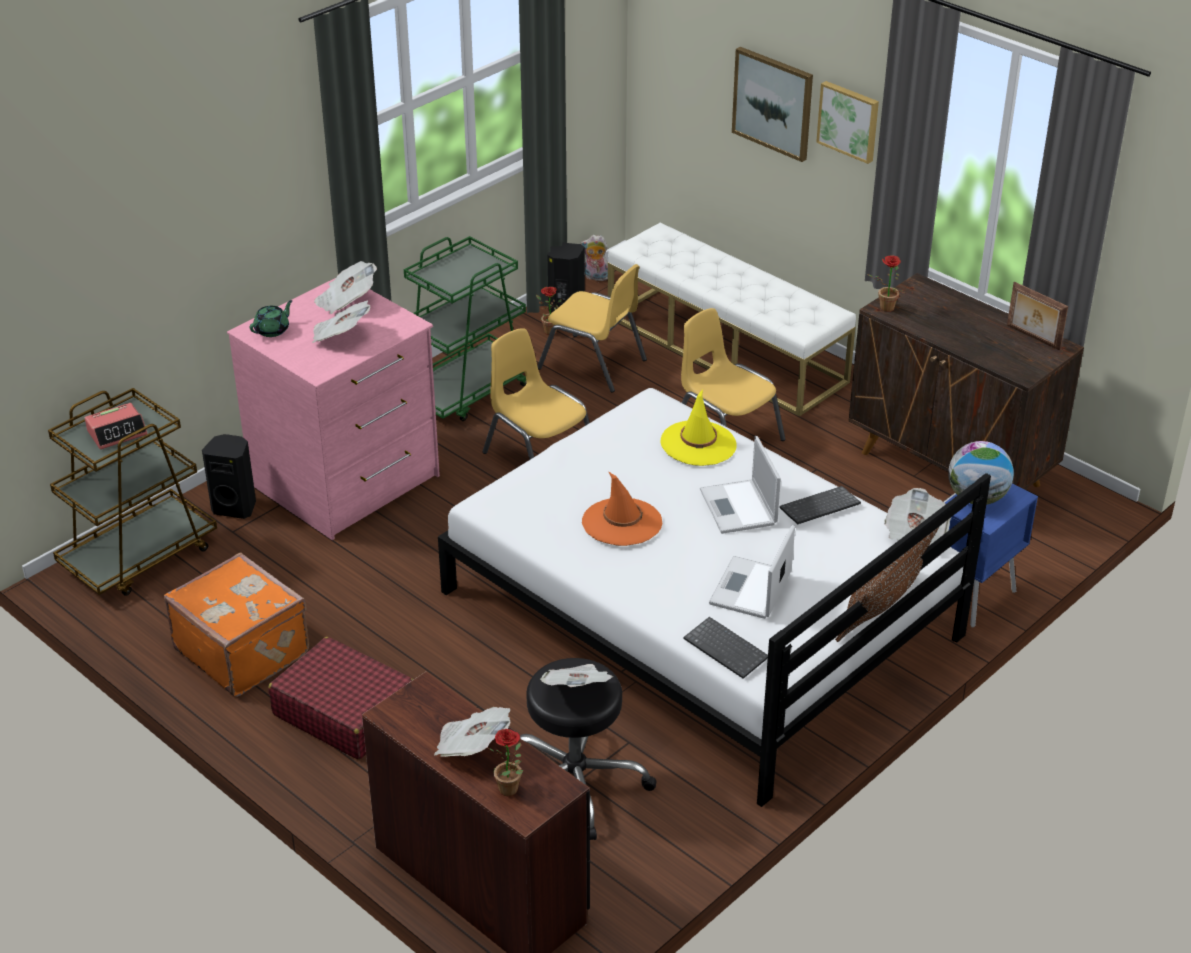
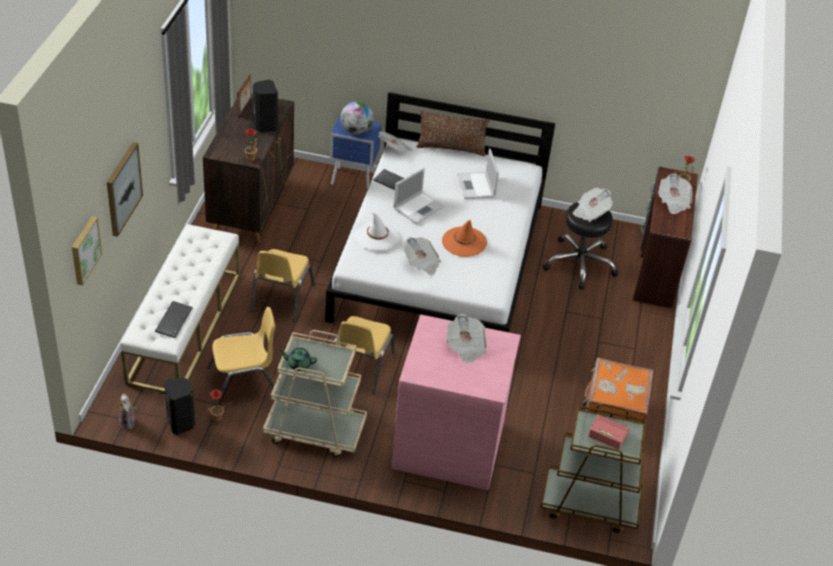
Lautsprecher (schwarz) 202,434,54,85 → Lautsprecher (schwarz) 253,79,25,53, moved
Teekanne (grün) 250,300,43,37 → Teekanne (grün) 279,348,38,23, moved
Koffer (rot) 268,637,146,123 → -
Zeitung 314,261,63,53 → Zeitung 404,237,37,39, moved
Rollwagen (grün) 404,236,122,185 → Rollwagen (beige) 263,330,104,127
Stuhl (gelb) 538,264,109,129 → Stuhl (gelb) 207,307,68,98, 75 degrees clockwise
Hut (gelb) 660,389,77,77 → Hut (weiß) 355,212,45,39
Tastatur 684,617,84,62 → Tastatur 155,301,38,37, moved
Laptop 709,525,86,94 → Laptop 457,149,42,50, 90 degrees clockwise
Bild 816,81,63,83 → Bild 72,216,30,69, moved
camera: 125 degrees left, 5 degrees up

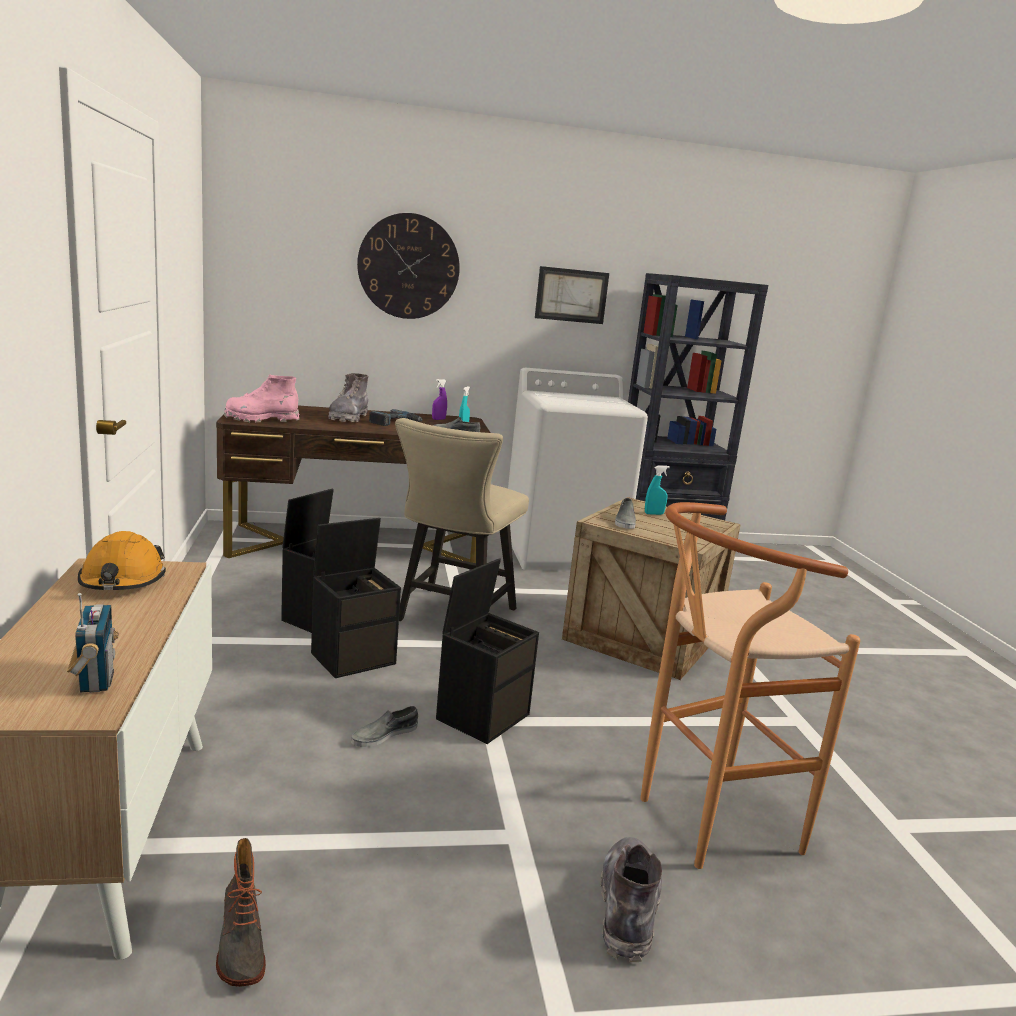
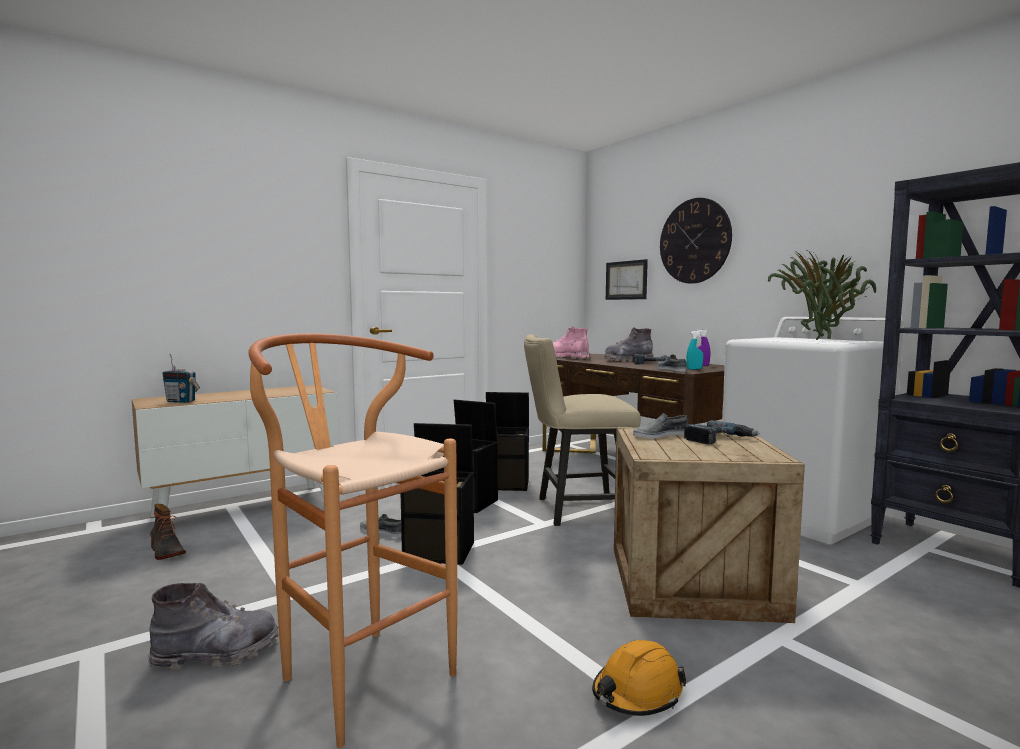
Radio 67,593,52,100 → Radio 162,354,38,49, 60 degrees clockwise
Schutzhelm (orange) 78,531,88,59 → Schutzhelm (orange) 592,640,94,76, moved
Stiefel 216,838,50,149 → Stiefel 150,504,36,56, 90 degrees counterclockwise
Bild 535,266,74,58 → Bild 606,259,42,41, moved
Sprühflasche (türkis) 645,465,25,50 → Bohrmaschine 684,420,75,24
- → Topfpflanze 768,249,108,91
camera: 65 degrees right, 10 degrees down

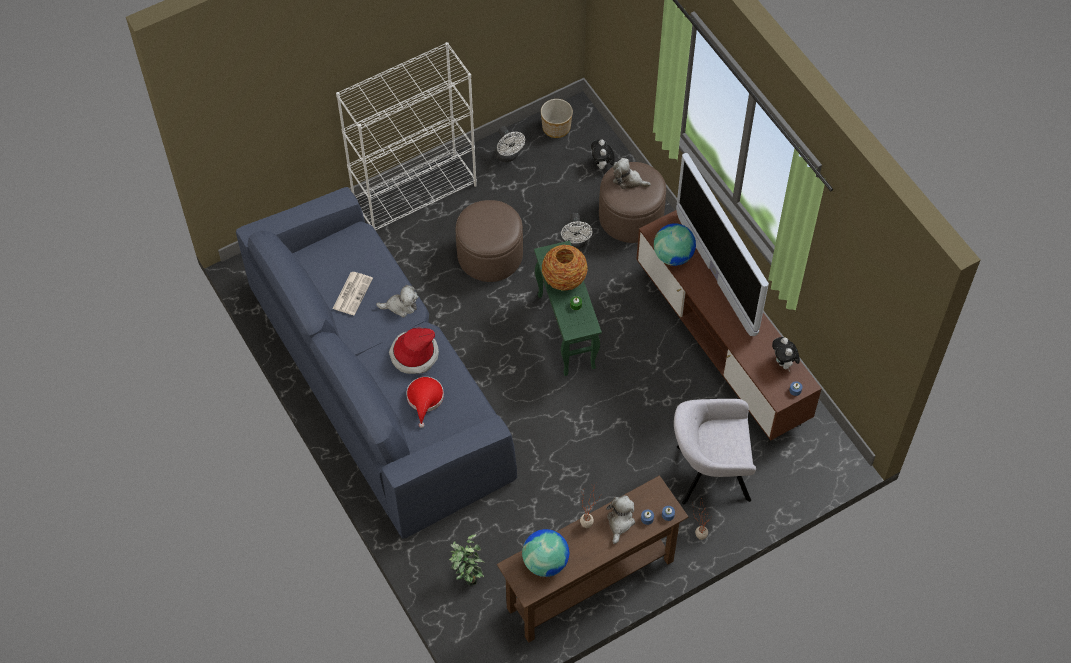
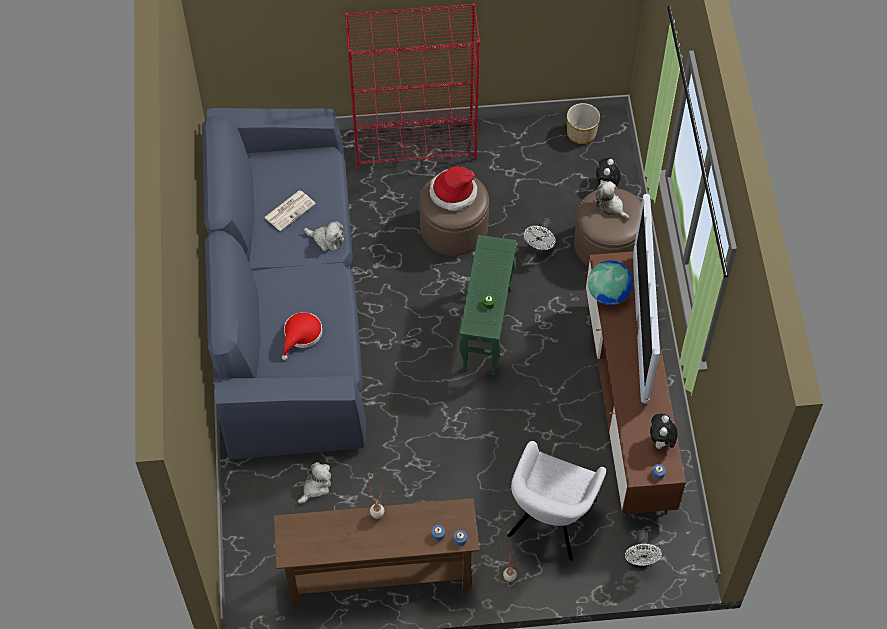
Bücherregal (weiß) 336,42,141,189 → Bücherregal (rot) 345,3,135,166
Hut 389,328,50,46 → Hut 429,166,48,45, moved
Topfpflanze 449,534,36,52 → -
Ventilator (weiß) 495,126,30,36 → Ventilator (weiß) 625,530,37,38, moved
Globus 522,529,47,48 → -
Vase 542,245,46,46 → -
Plüschtier 606,495,29,49 → Plüschtier 298,462,33,42, moved
Sessel (grau) 674,399,82,106 → Sessel (grau) 507,441,99,120, 90 degrees counterclockwise
camera: 25 degrees right, 0 degrees up

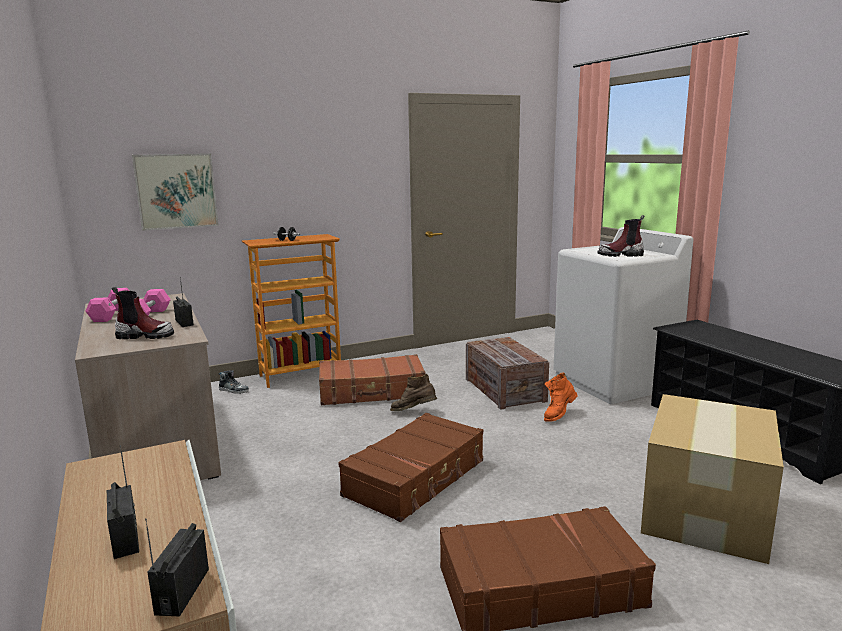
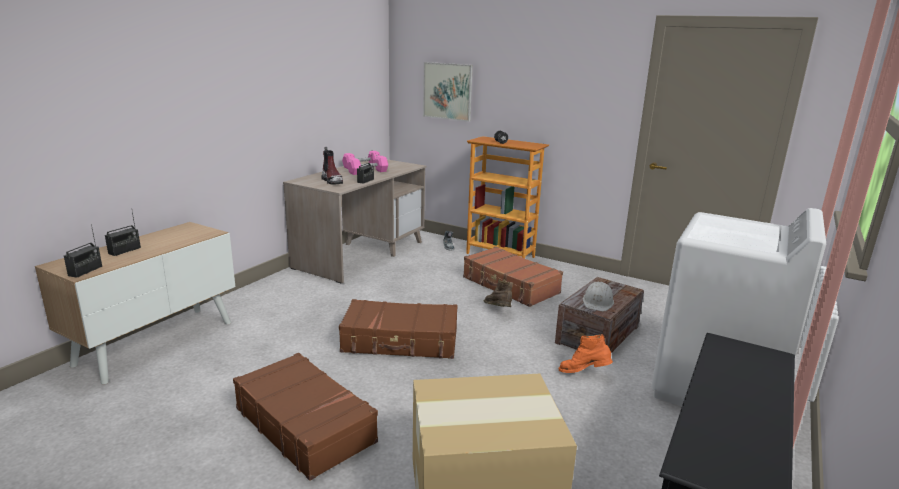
Radio 145,518,64,98 → Radio 64,224,38,54, 135 degrees clockwise
Stiefel 598,215,46,42 → -
- → Schutzhelm (weiß) 583,282,31,29
camera: 55 degrees right, 5 degrees up

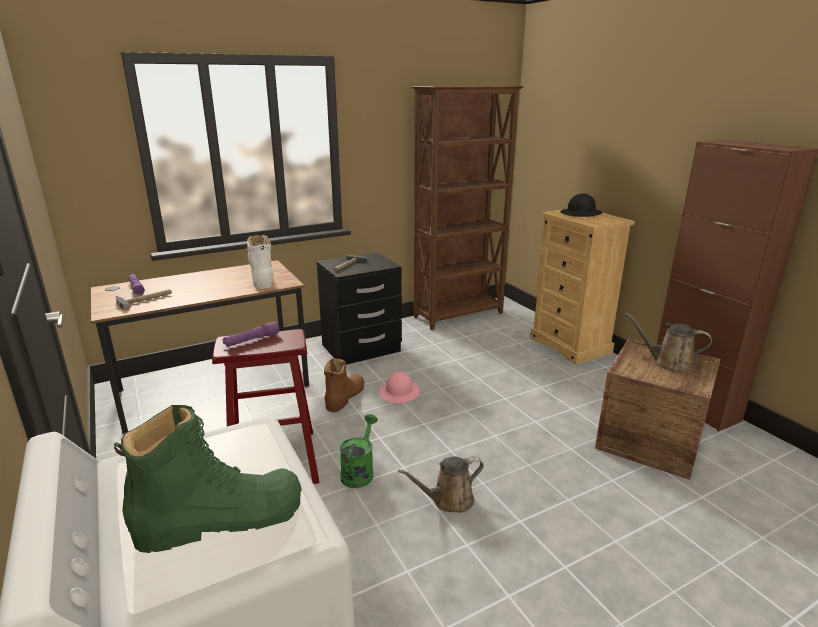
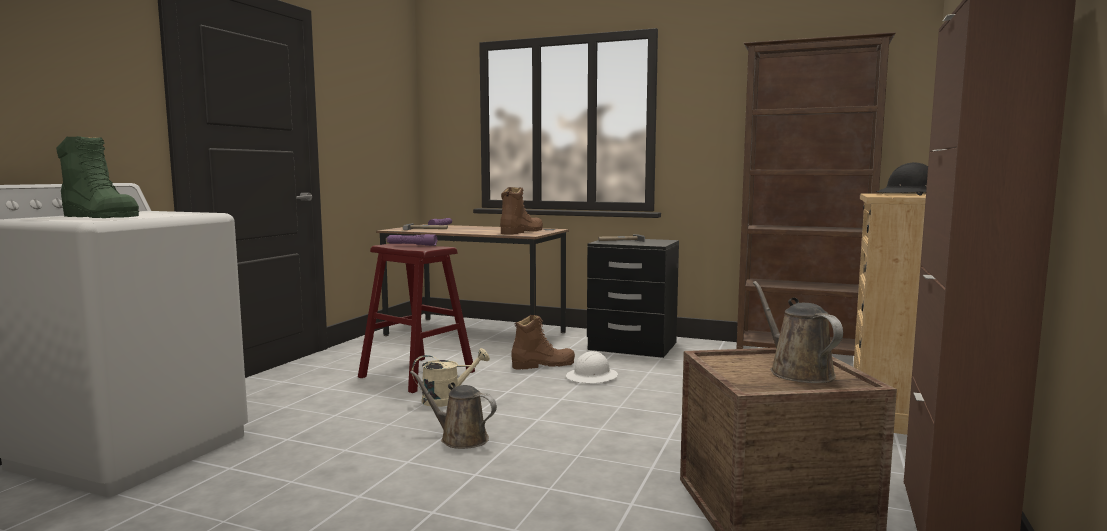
Stiefel (weiß) 247,235,26,54 → Stiefel (braun) 500,187,43,48
Gießkanne (grün) 340,414,38,74 → Gießkanne (beige) 412,348,78,59
Schutzhelm (rosa) 379,371,41,32 → Schutzhelm (weiß) 566,351,52,32
camera: 50 degrees right, 15 degrees down

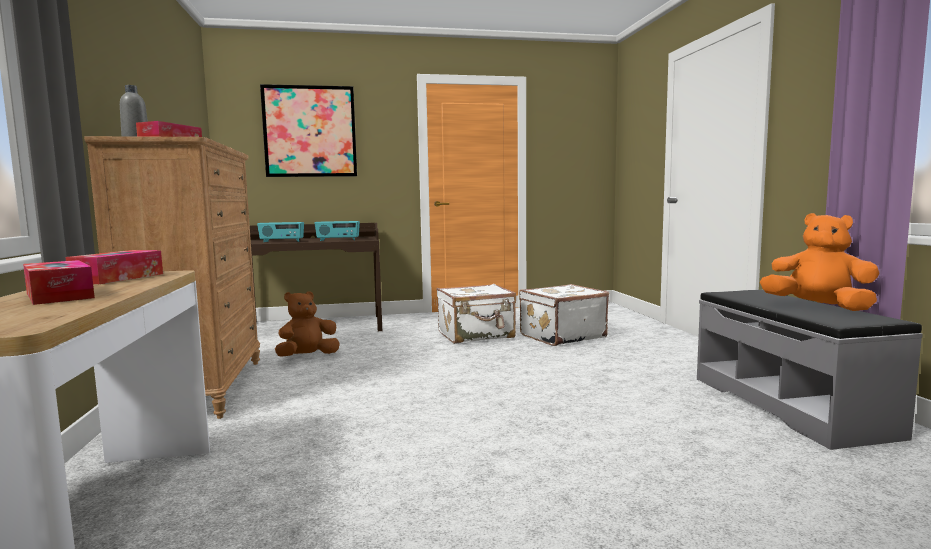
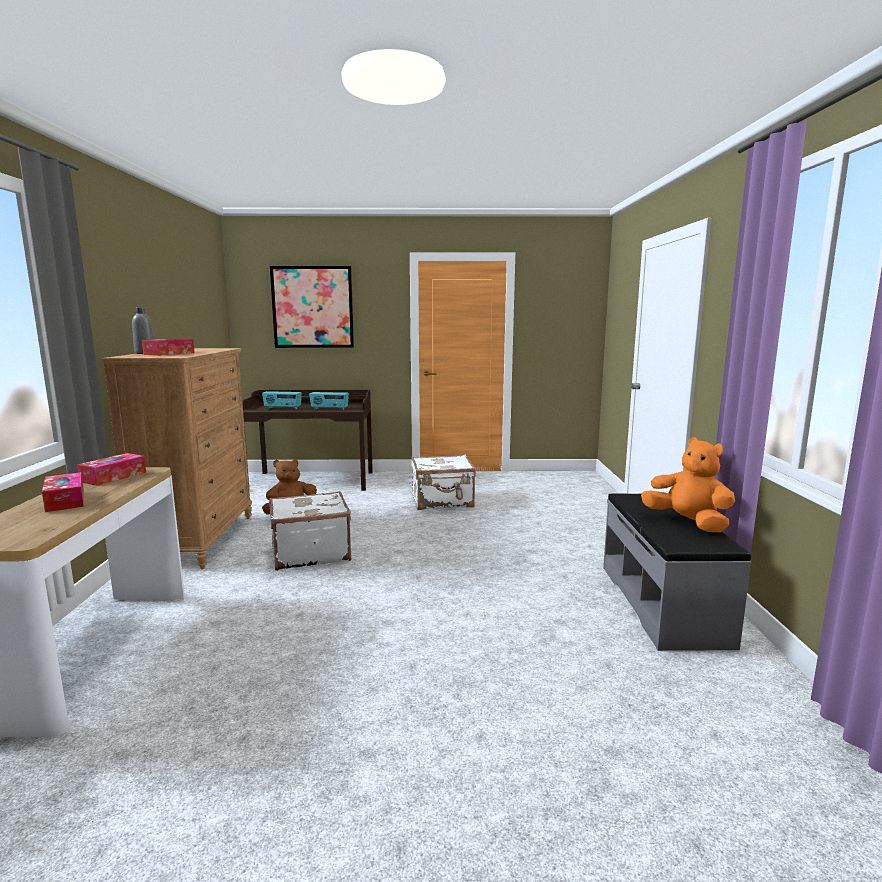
Koffer (weiß) 519,284,90,62 → Koffer (weiß) 269,491,82,80, moved
camera: 10 degrees right, 5 degrees up

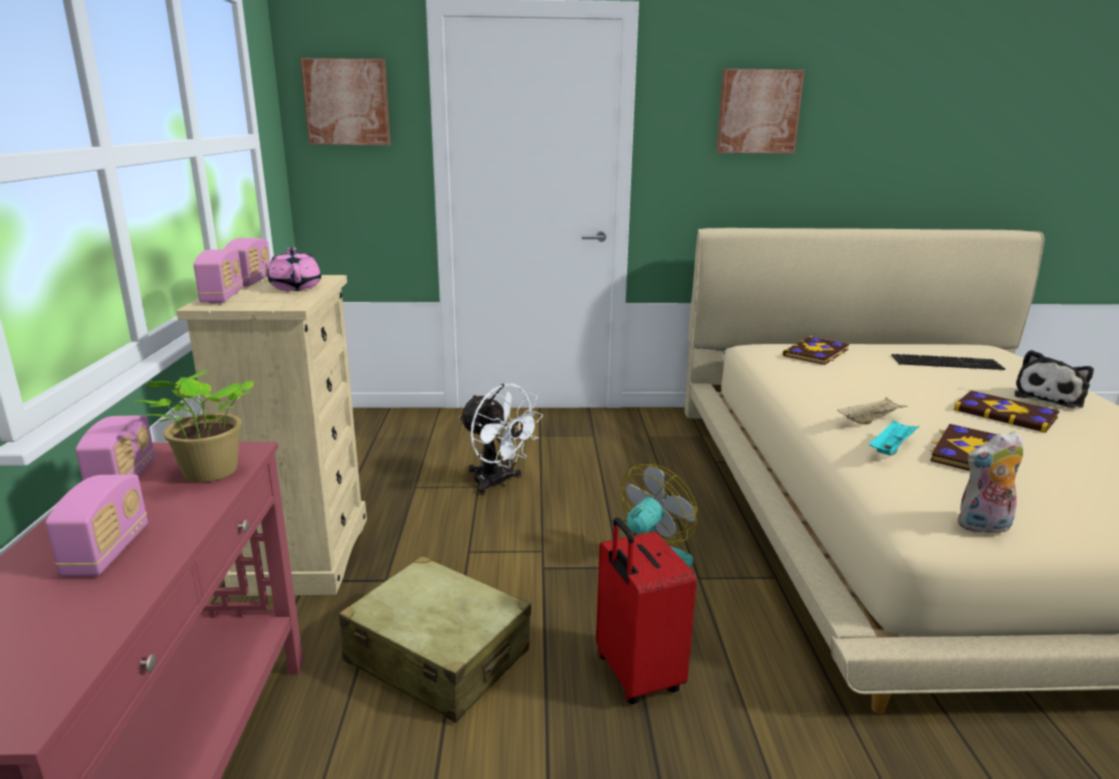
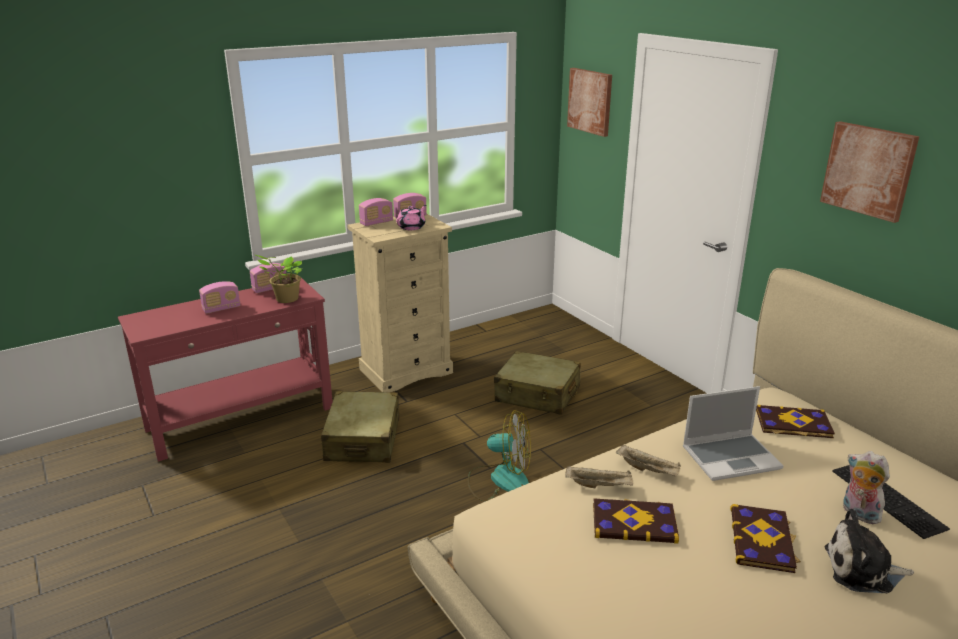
Ventilator (weiß) 459,384,84,111 → Koffer (beige) 494,351,87,64
Koffer (rot) 596,517,101,187 → -
Tablett (türkis) 869,419,51,36 → Tablett (beige) 565,465,68,23
Plüschtier 958,431,65,103 → Plüschtier 843,451,47,73, moved
- → Laptop 683,386,100,95
camera: 60 degrees right, 5 degrees up

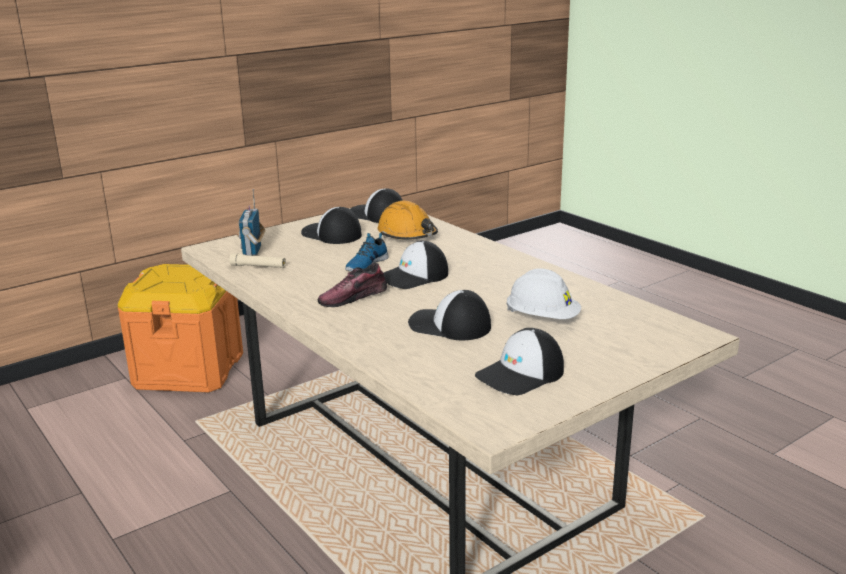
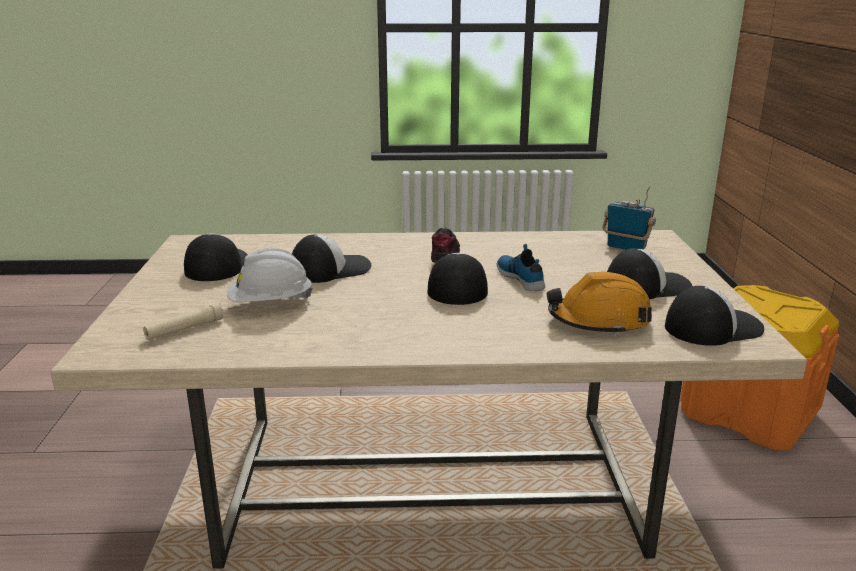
Taschenlampe (beige) 229,253,57,15 → Taschenlampe (beige) 143,303,81,37, moved
camera: 125 degrees right, 0 degrees up

